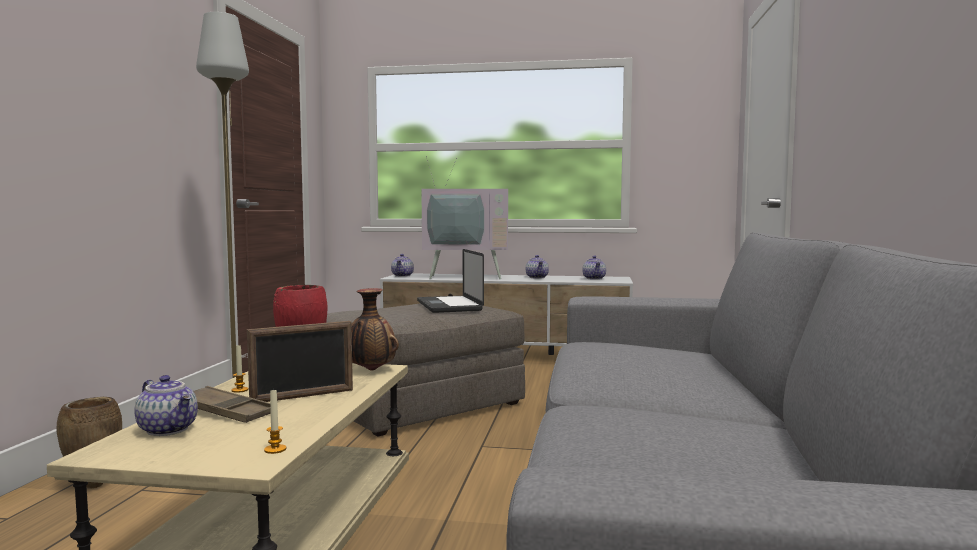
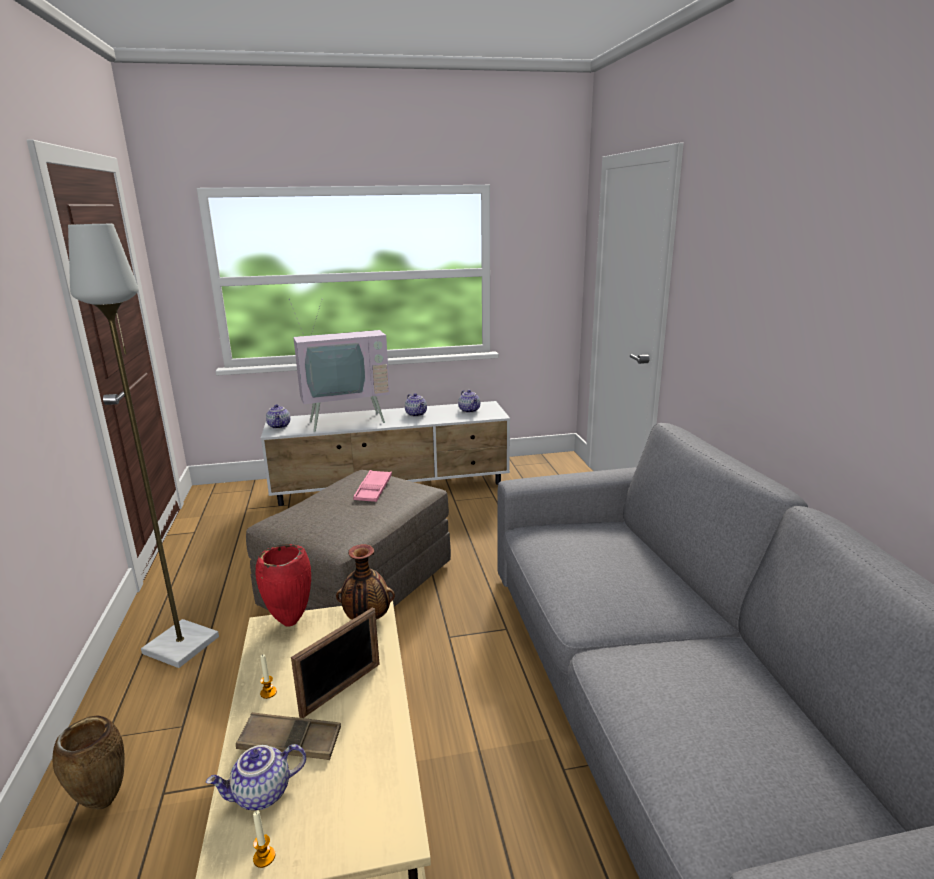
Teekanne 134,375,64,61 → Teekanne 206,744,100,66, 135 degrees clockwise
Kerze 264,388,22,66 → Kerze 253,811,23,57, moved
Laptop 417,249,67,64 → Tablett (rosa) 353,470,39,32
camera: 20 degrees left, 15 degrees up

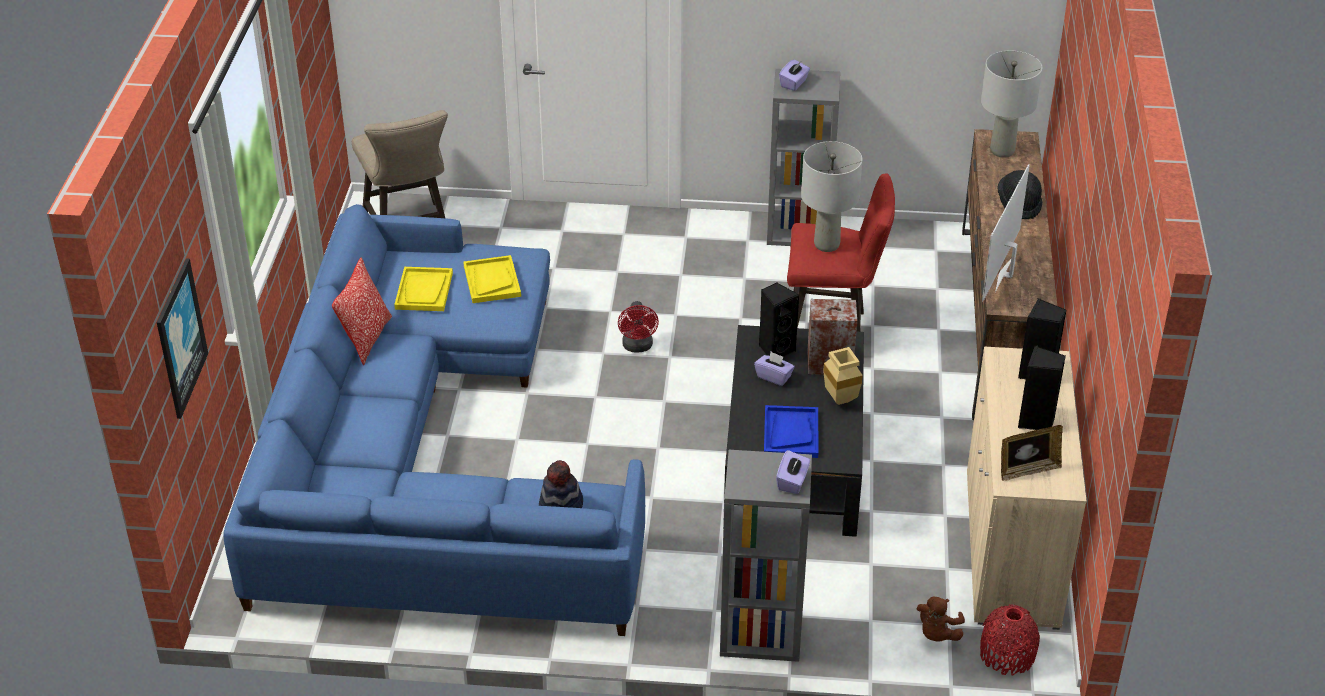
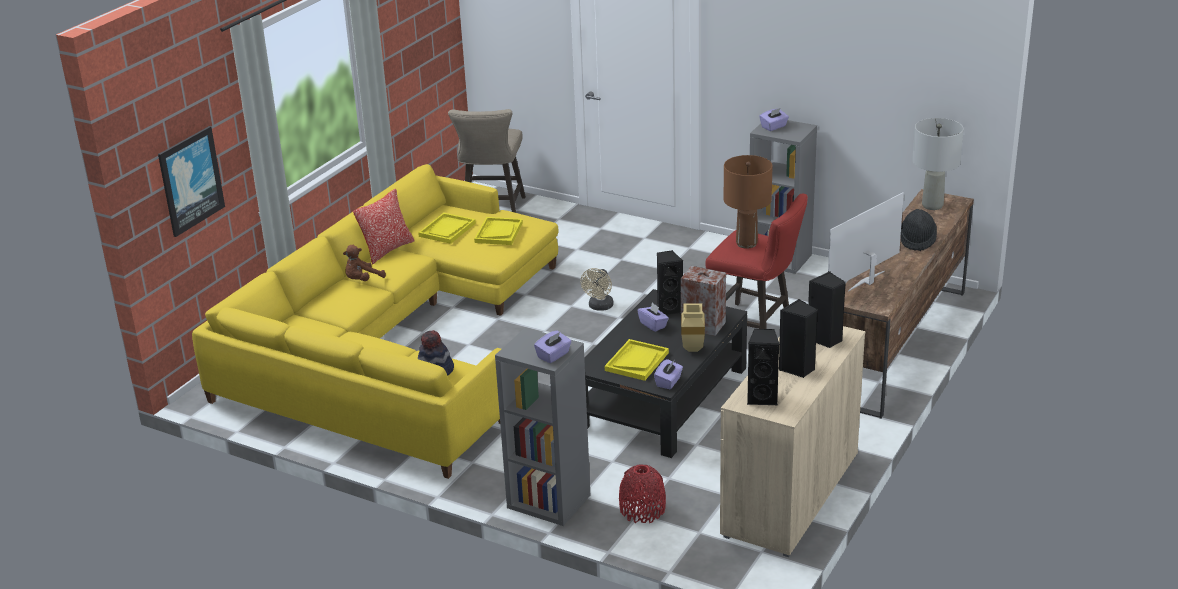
Sofa (blau) 224,204,421,432 → Sofa (gelb) 192,164,367,315
Ventilator (rot) 618,301,41,52 → Ventilator (beige) 580,268,33,43
Tablett (blau) 764,405,54,53 → Tablett (gelb) 605,339,64,42
Tischlampe (grau) 801,141,61,111 → Tischlampe (braun) 724,155,49,94
Plüschtier (braun) 917,597,48,45 → Plüschtier (braun) 343,245,43,36, moved
Vase (rot) 980,604,60,72 → Vase (rot) 619,464,47,59, moved
Bilderrahmen 1001,425,62,56 → Lautsprecher (schwarz) 747,329,33,76
- → Taschentuchbox (lila) 654,359,29,30
camera: 25 degrees right, 10 degrees down

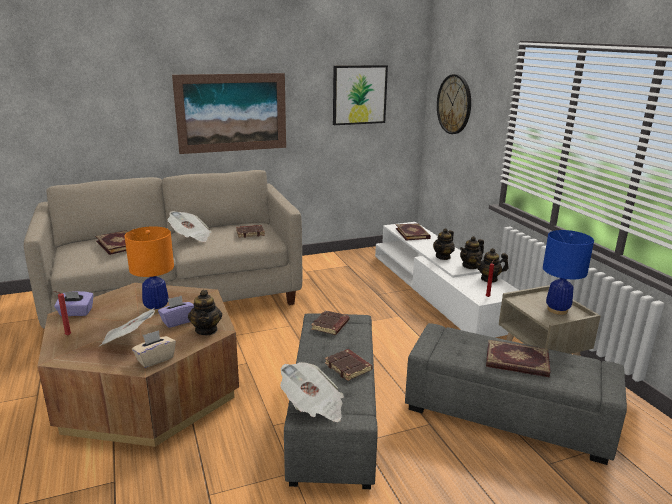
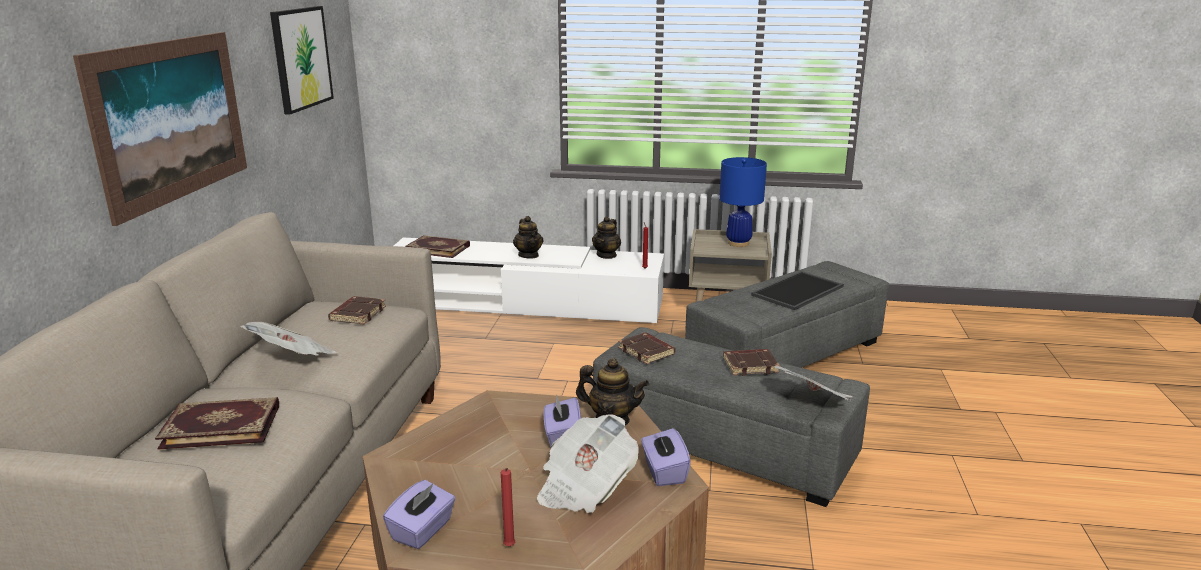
Tischlampe (orange) 125,226,49,87 → -
Taschentuchbox (beige) 132,330,44,38 → Taschentuchbox (lila) 641,428,50,58
Wanduhr 437,74,34,60 → -
Teekanne 460,236,24,33 → -
Buch 486,340,65,37 → Tablett 751,271,93,39
camera: 60 degrees left, 0 degrees up

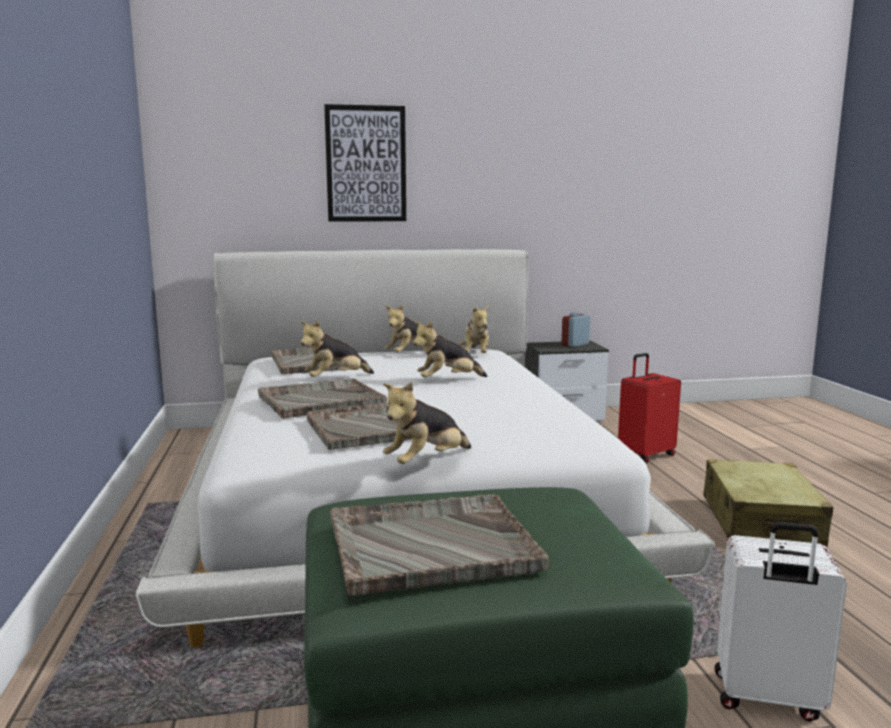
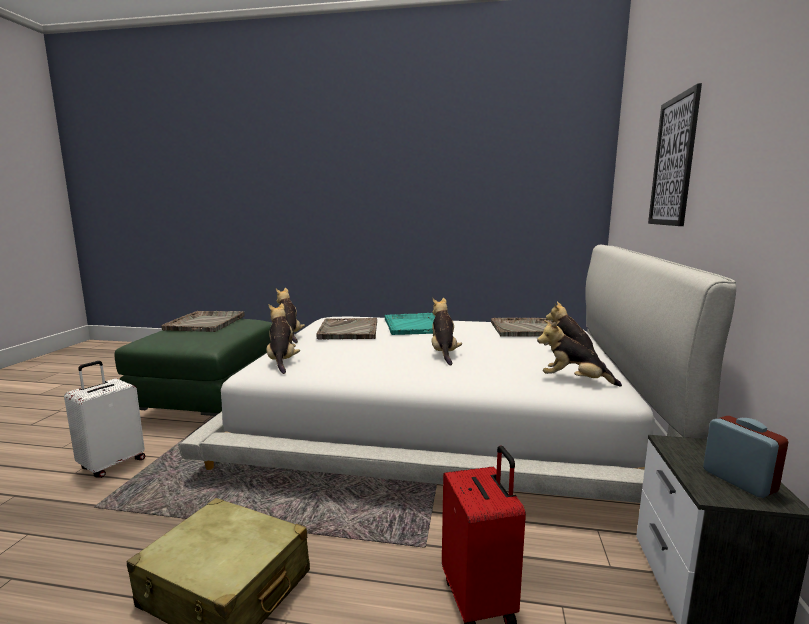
Tablett (grau) 258,379,129,40 → Tablett (türkis) 384,313,51,22
Plüschtier 300,320,74,57 → Plüschtier 267,303,33,71, moved
camera: 110 degrees right, 0 degrees up

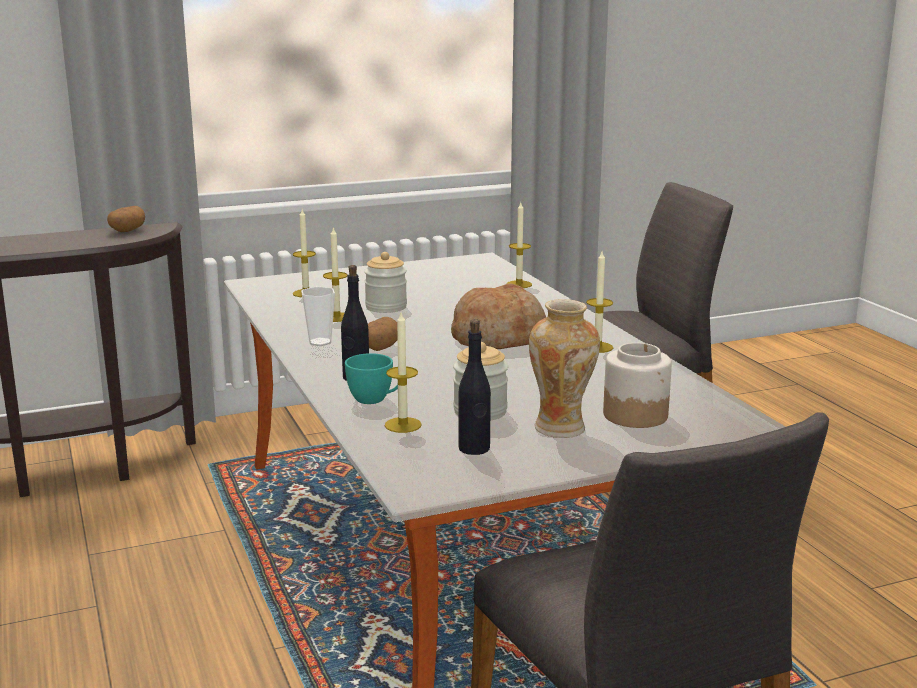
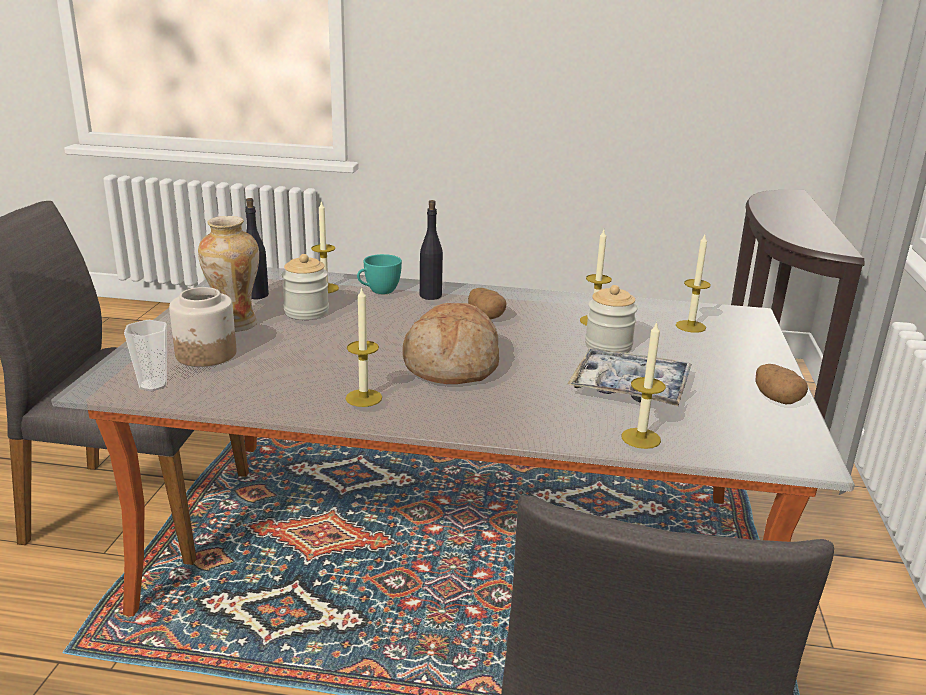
Kartoffel 107,206,38,26 → Kartoffel 755,364,53,40, moved
Tasse 301,287,34,59 → Tasse 124,320,43,71, moved
- → Tablett 567,348,125,58
camera: 120 degrees right, 5 degrees up

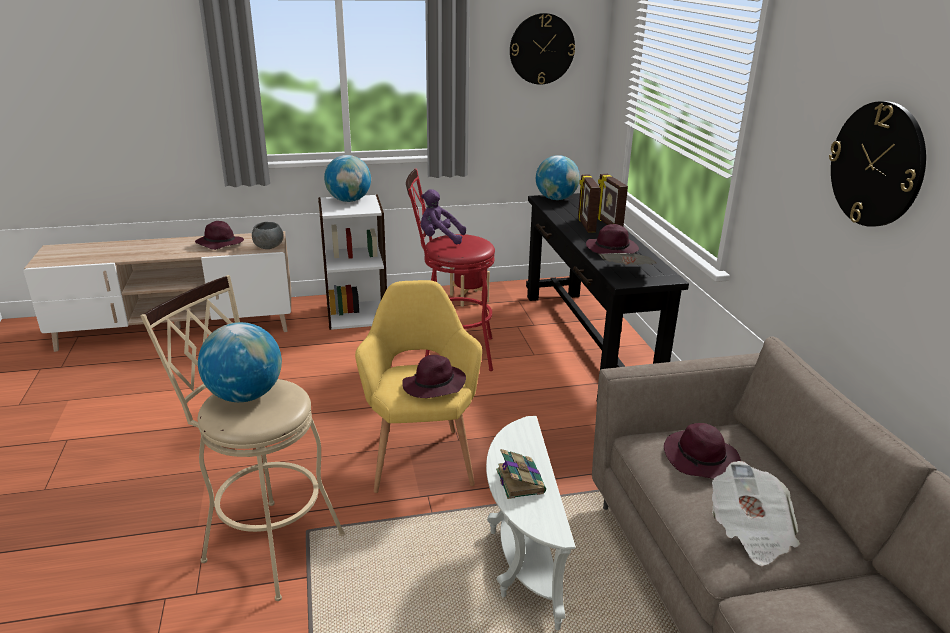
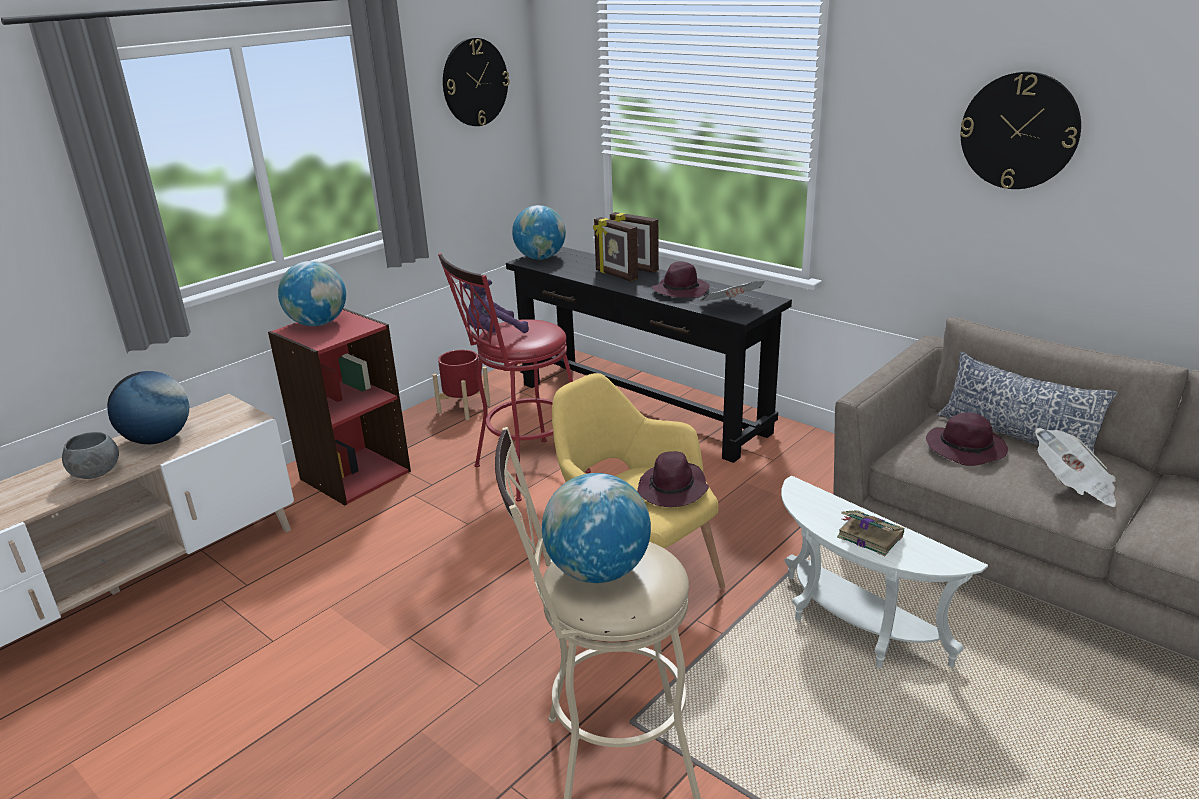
Hut (lila) 195,221,49,29 → Globus 107,371,82,73
Schüssel (grau) 252,222,32,27 → Schüssel (grau) 62,432,57,47, moved
Bücherregal (weiß) 318,195,69,135 → Bücherregal (rot) 268,308,143,197
- → Kissen 938,351,180,102
camera: 35 degrees left, 0 degrees up

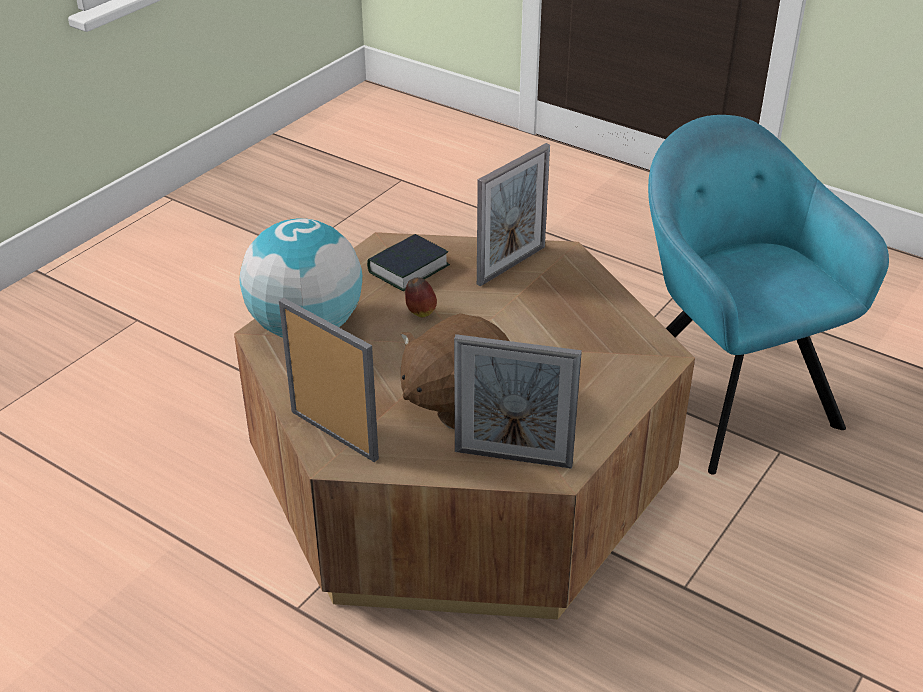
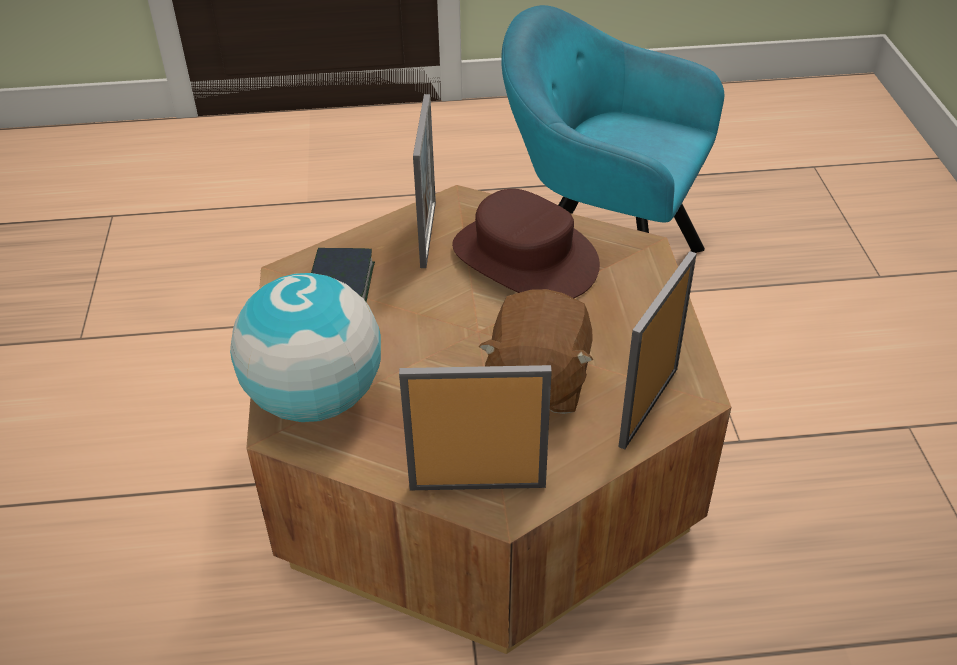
Apfel 405,277,32,40 → -
Bilderrahmen 454,334,128,135 → Bilderrahmen 618,251,79,199, 150 degrees clockwise
- → Hut (braun) 452,189,148,109
camera: 40 degrees left, 5 degrees up

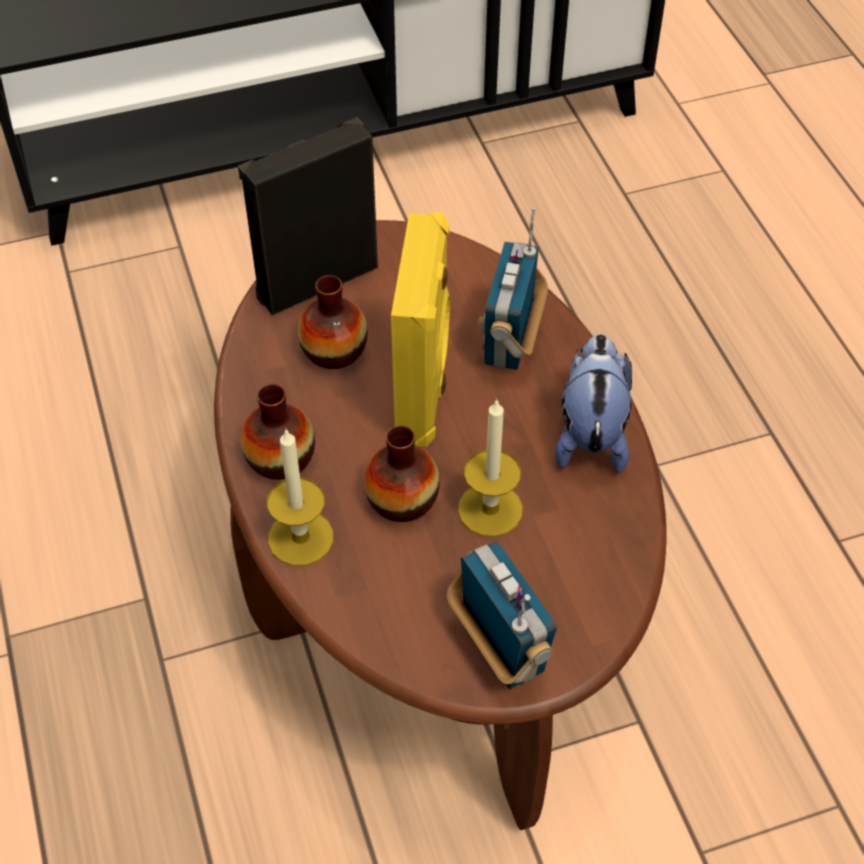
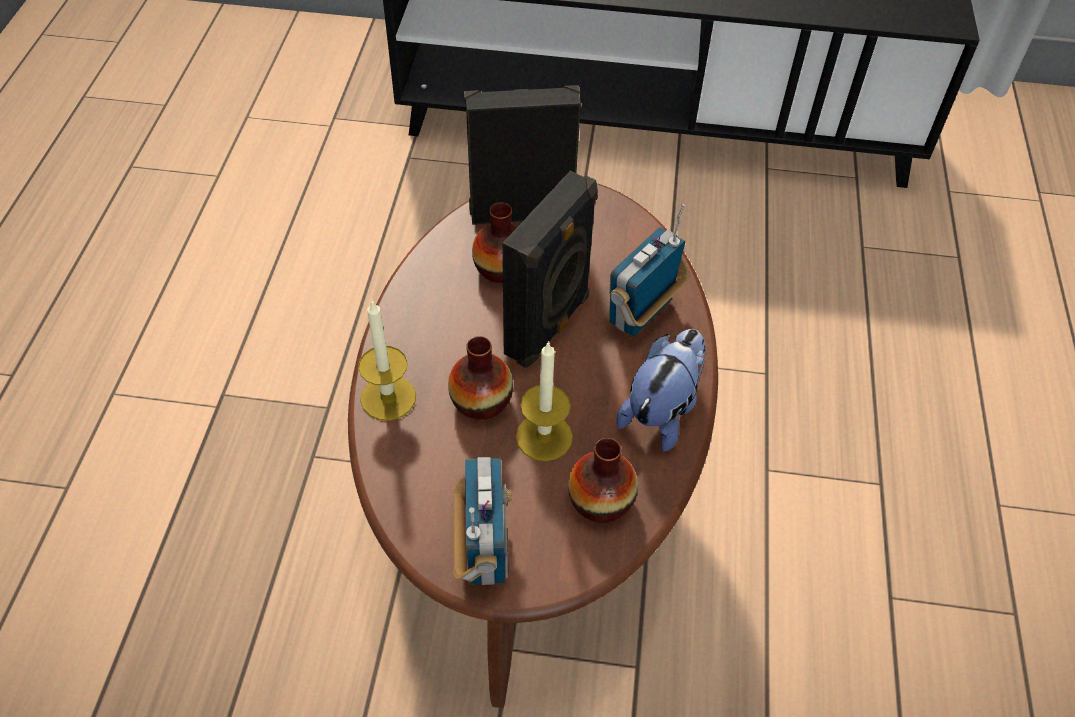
Vase 240,384,75,96 → Vase 568,438,70,85, moved
Lautsprecher (gelb) 391,212,59,235 → Lautsprecher (schwarz) 502,171,96,197
camera: 25 degrees right, 0 degrees up

